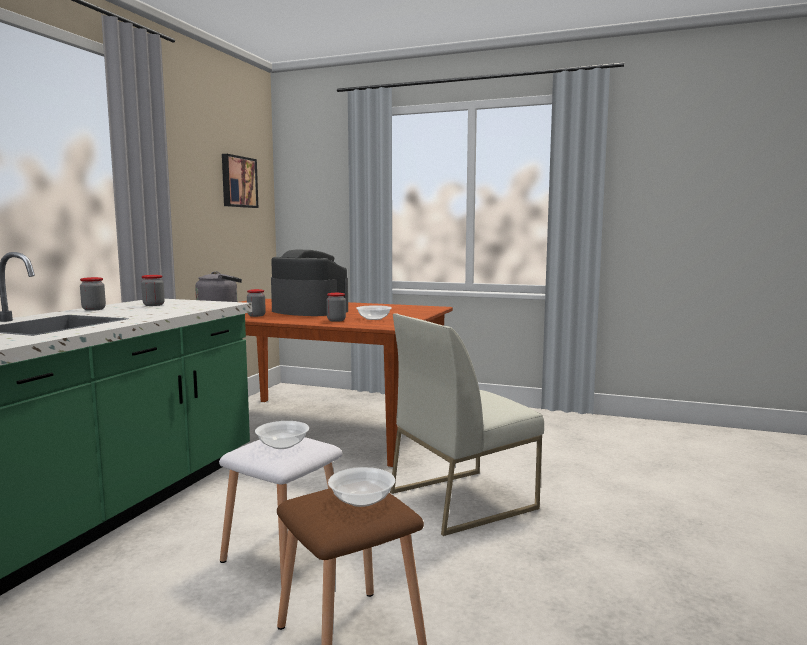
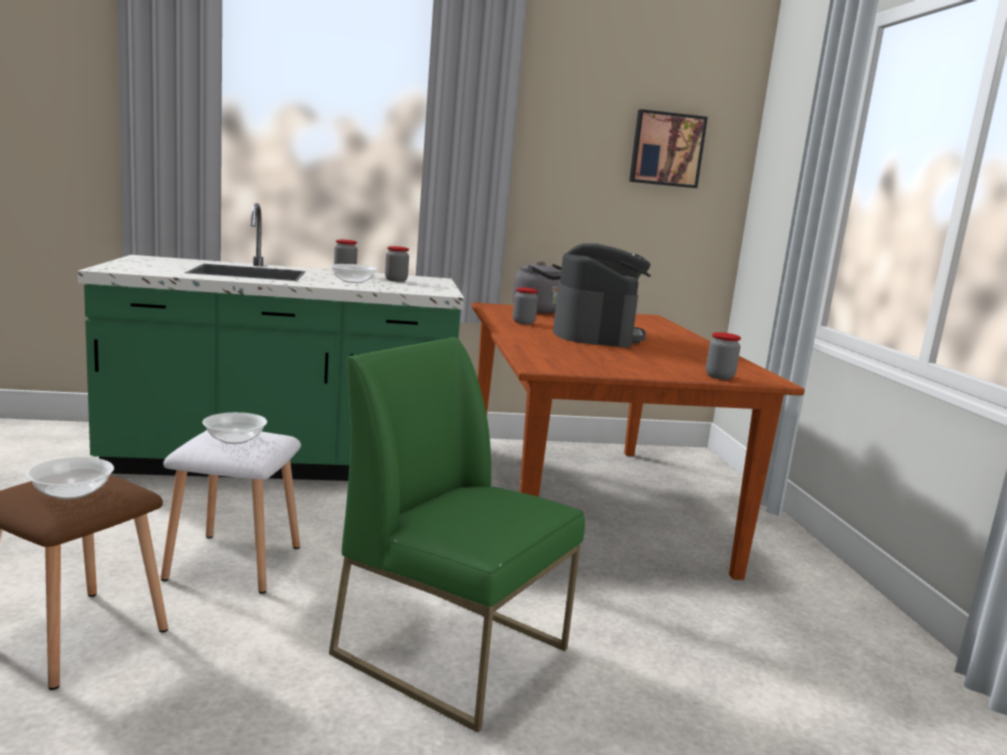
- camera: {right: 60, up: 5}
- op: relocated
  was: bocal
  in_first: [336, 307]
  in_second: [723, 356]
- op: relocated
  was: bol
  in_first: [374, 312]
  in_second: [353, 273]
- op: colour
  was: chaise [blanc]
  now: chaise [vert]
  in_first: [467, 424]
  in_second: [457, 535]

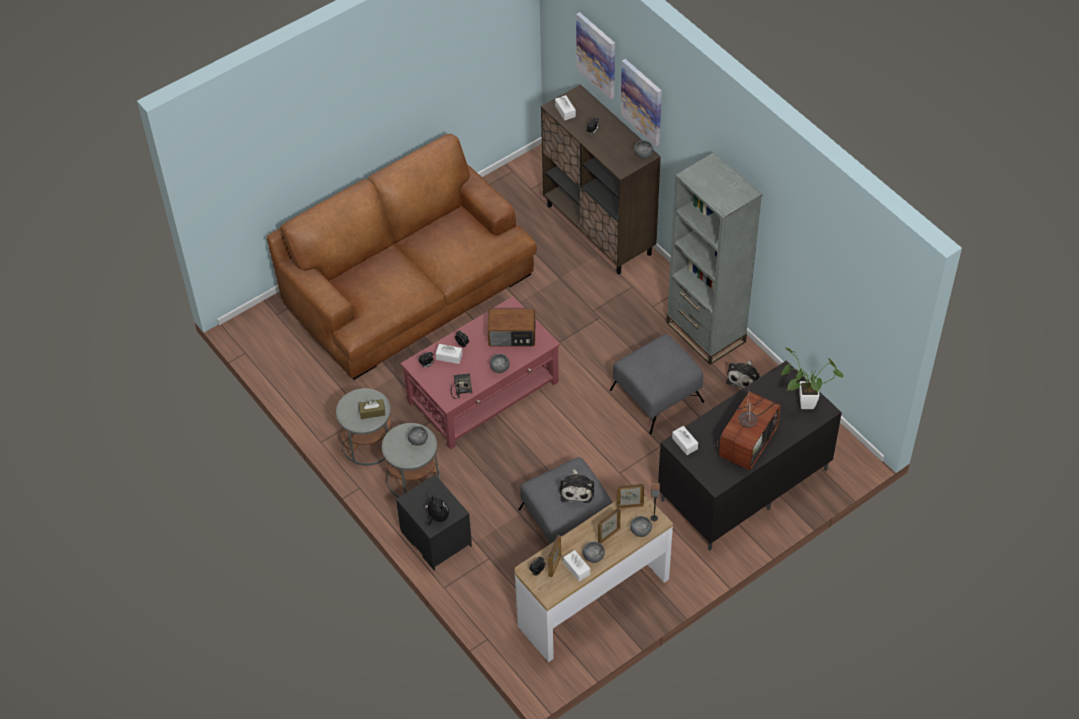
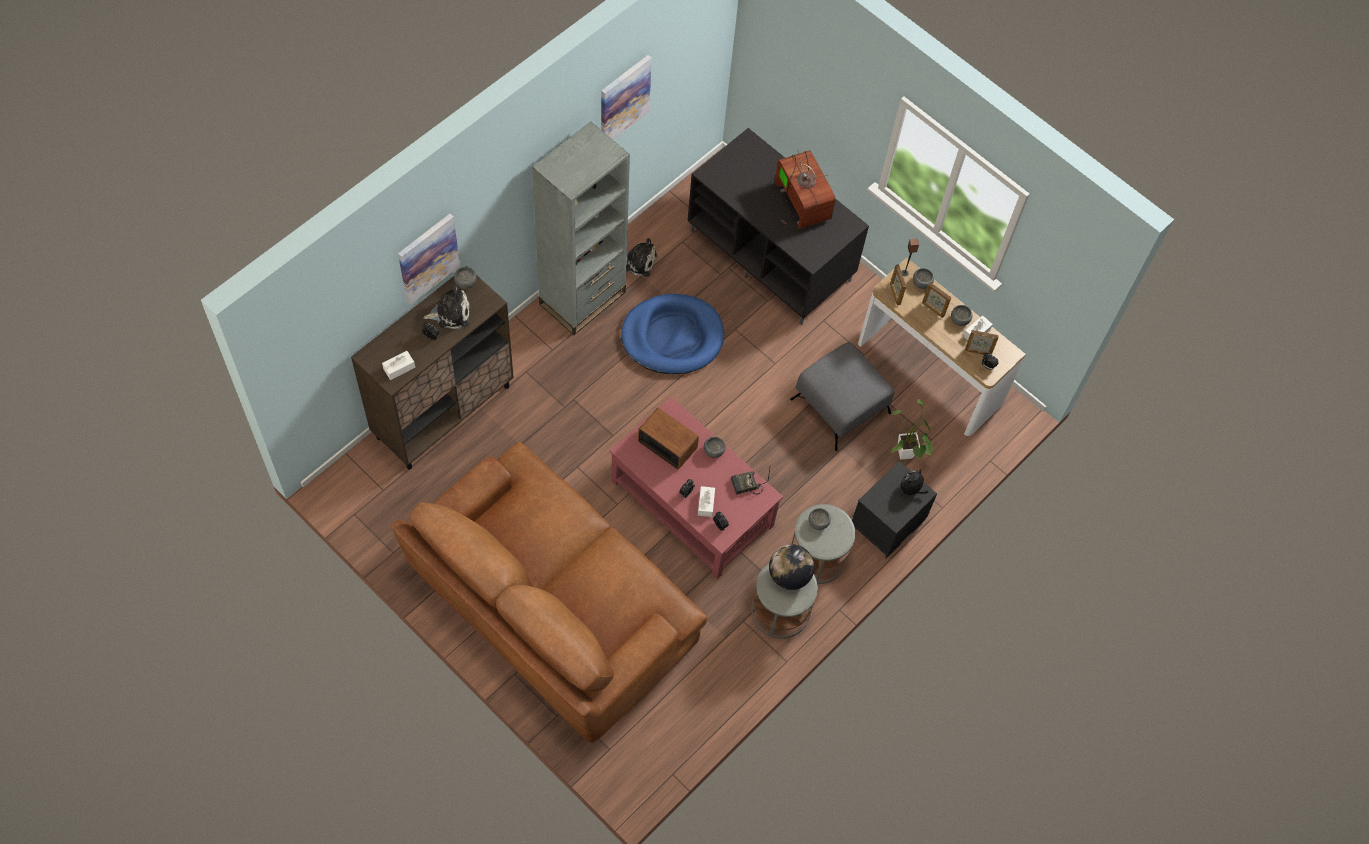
- camera: {right: -105, up: 10}
- op: missing
  was: boîte à mouchoirs [blanc]
  in_first: [685, 440]
- op: relocated
  was: peluche
  in_first: [576, 486]
  in_second: [446, 306]
- op: relocated
  was: tableau
  in_first: [595, 55]
  in_second: [626, 97]
- op: relocated
  was: plante en pot
  in_first: [812, 378]
  in_second: [912, 429]
- op: exchanged
  was: boîte à mouchoirs [marron]
  now: globe
  in_first: [372, 409]
  in_second: [791, 567]
- op: exchanged
  was: pouf [gris]
  now: panier pour chien [bleu]
  in_first: [657, 384]
  in_second: [673, 334]
- op: spun
  was: radio
  in_first: [511, 328]
  in_second: [668, 439]
  clockwise: -45
- op: spun
  was: téléviseur
  in_first: [749, 426]
  in_second: [803, 189]
  clockwise: 45

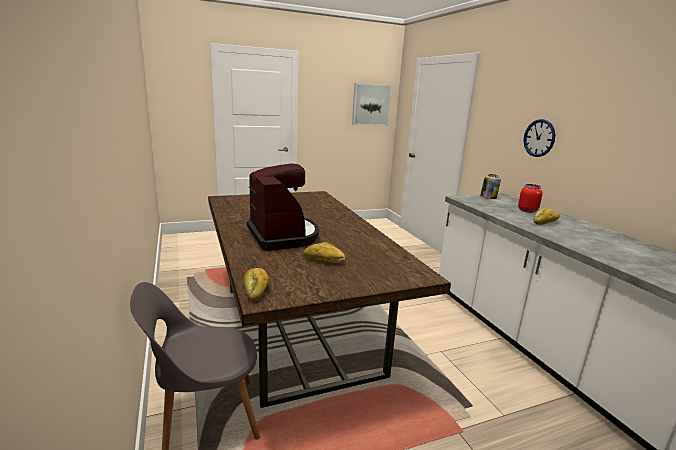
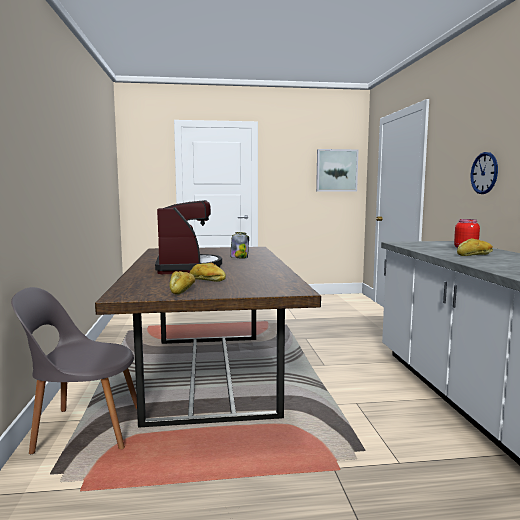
- camera: {right: 15, up: -10}
- op: relocated
  was: pain
  in_first: [256, 284]
  in_second: [182, 283]
- op: relocated
  was: bocal
  in_first: [490, 186]
  in_second: [239, 245]

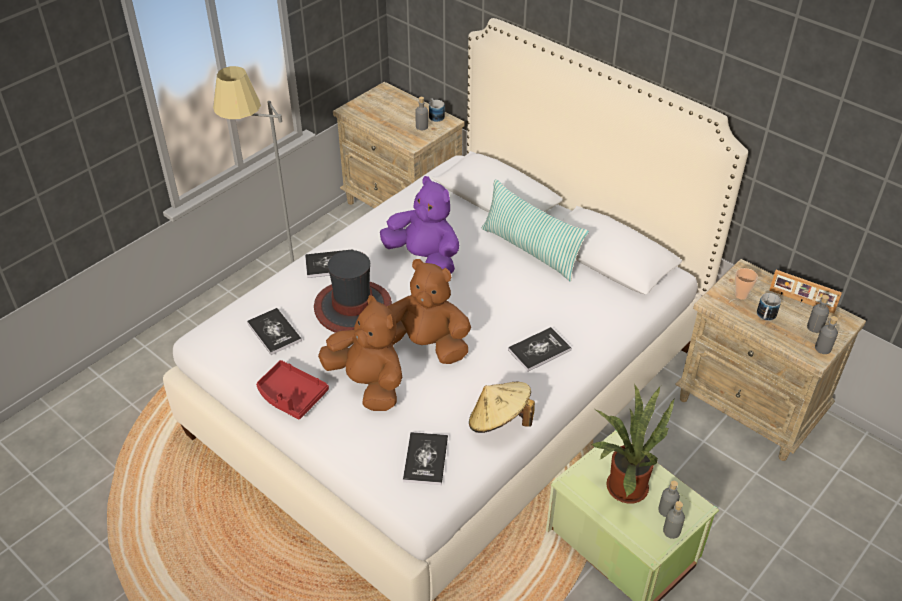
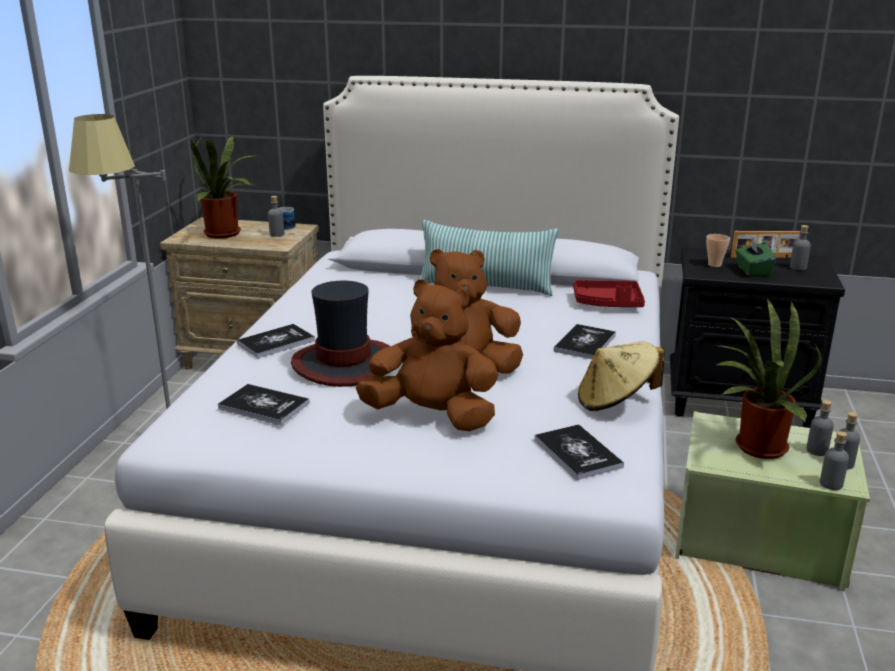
- camera: {right: -30, up: -20}
- op: missing
  was: peluche [violet]
  in_first: [419, 224]
- op: appeared
  now: plante en pot
  in_second: [221, 186]
- op: relocated
  was: plateau [rouge]
  in_first: [292, 389]
  in_second: [609, 293]
- op: relocated
  was: bouteille [gris]
  in_first: [826, 335]
  in_second: [834, 460]
- op: exchanged
  was: mug
  now: boîte à mouchoirs [vert]
  in_first: [769, 307]
  in_second: [755, 258]
- op: colour
  was: table de chevet [beige]
  now: table de chevet [noir]
  in_first: [770, 360]
  in_second: [757, 337]

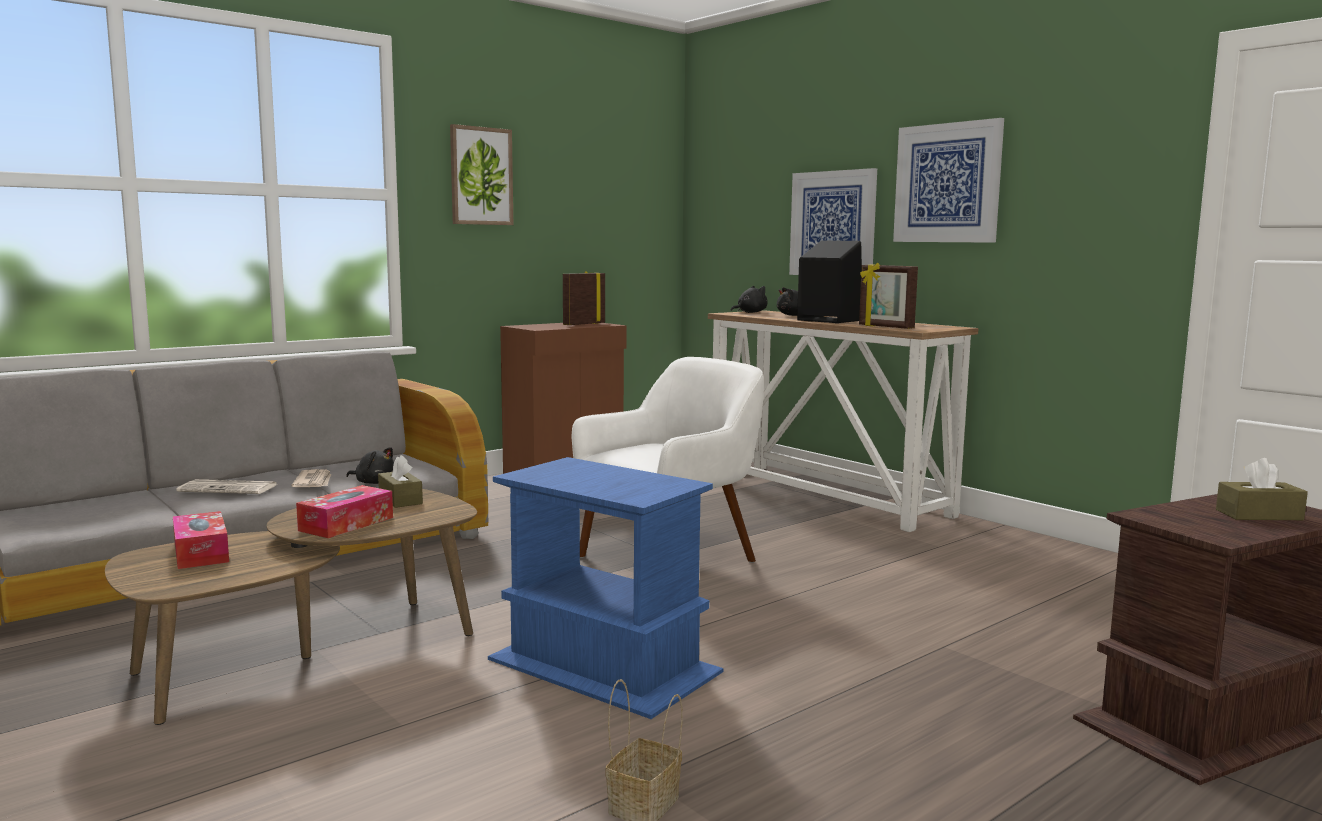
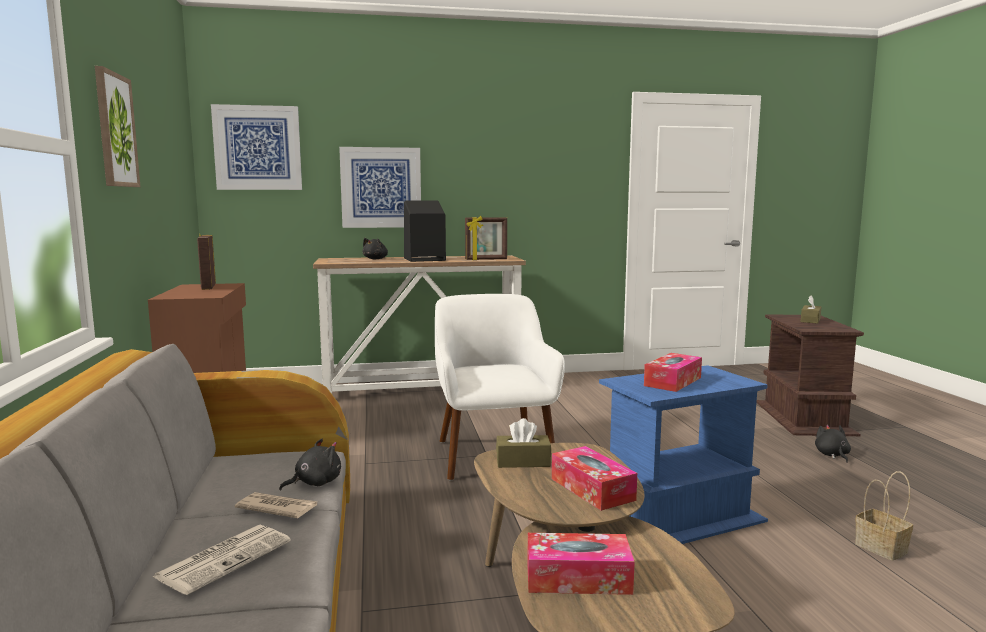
- camera: {right: -60, up: 0}
- op: appeared
  now: boîte à mouchoirs
  in_second: [673, 372]
- op: relocated
  was: peluche [noir]
  in_first: [749, 299]
  in_second: [833, 444]
- op: relocated
  was: tableau
  in_first: [948, 180]
  in_second: [256, 147]

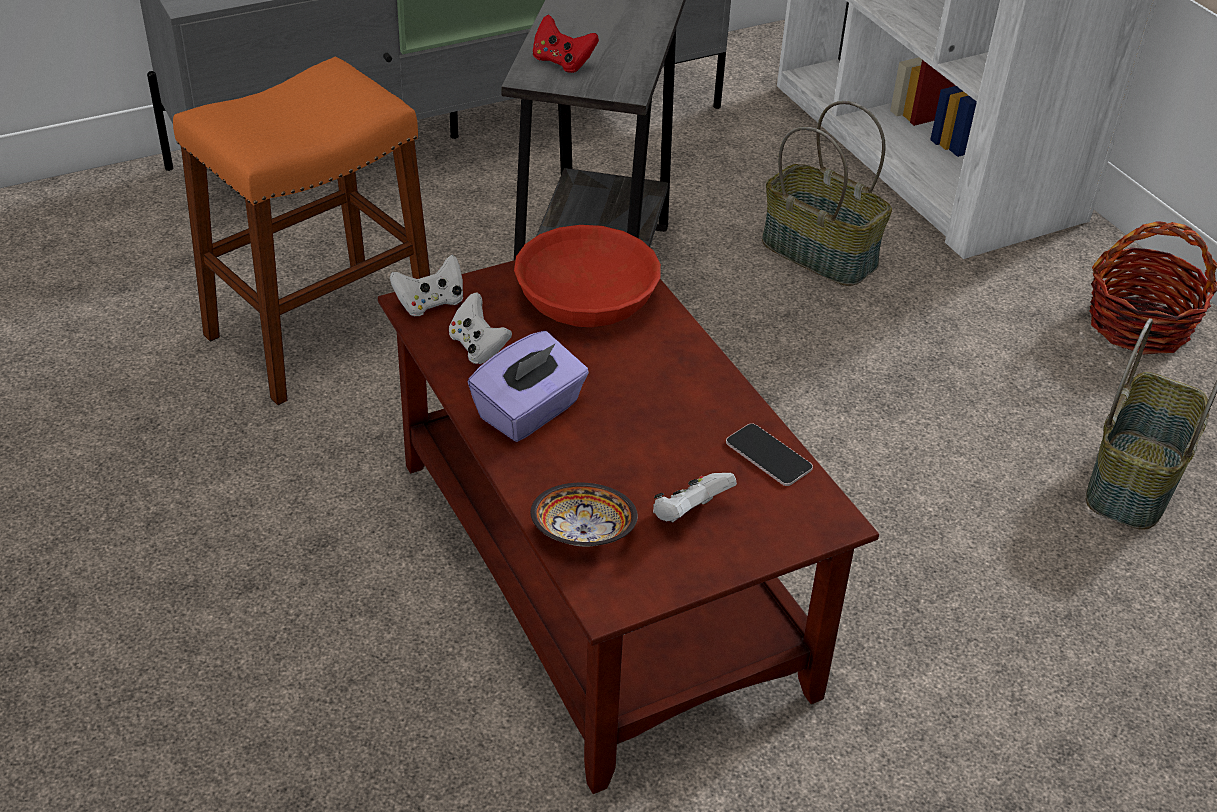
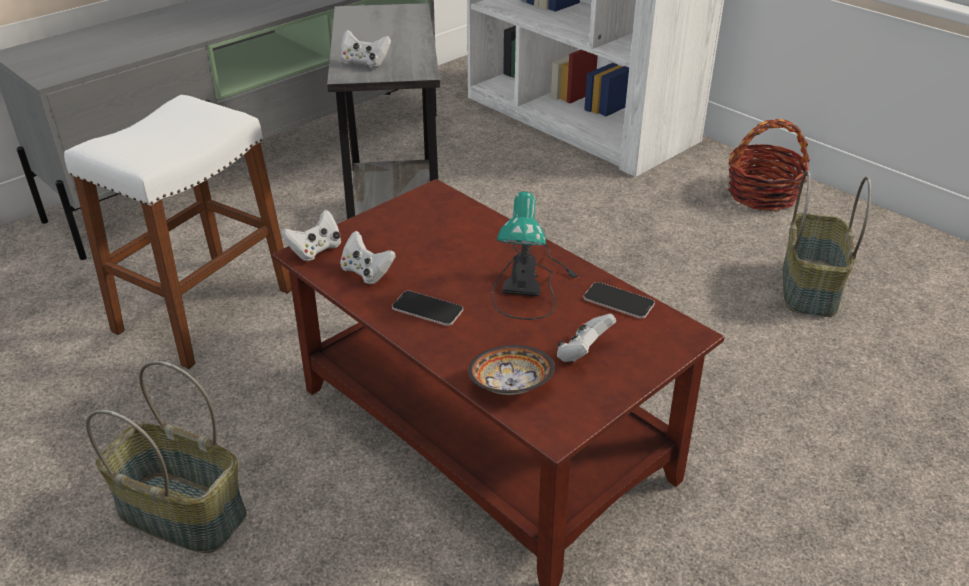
- camera: {right: -15, up: -5}
- op: missing
  was: bol [rouge]
  in_first: [587, 276]
- op: appeared
  now: lampe de table
  in_second: [535, 256]
- op: relocated
  was: panier
  in_first: [827, 193]
  in_second: [166, 457]
- op: exchanged
  was: boîte à mouchoirs [violet]
  now: téléphone
  in_first: [528, 386]
  in_second: [427, 308]
- op: colour
  was: tabouret [orange]
  now: tabouret [blanc]
  in_first: [301, 231]
  in_second: [178, 232]
- op: colour
  was: manette [rouge]
  now: manette [blanc]
  in_first: [566, 43]
  in_second: [366, 49]

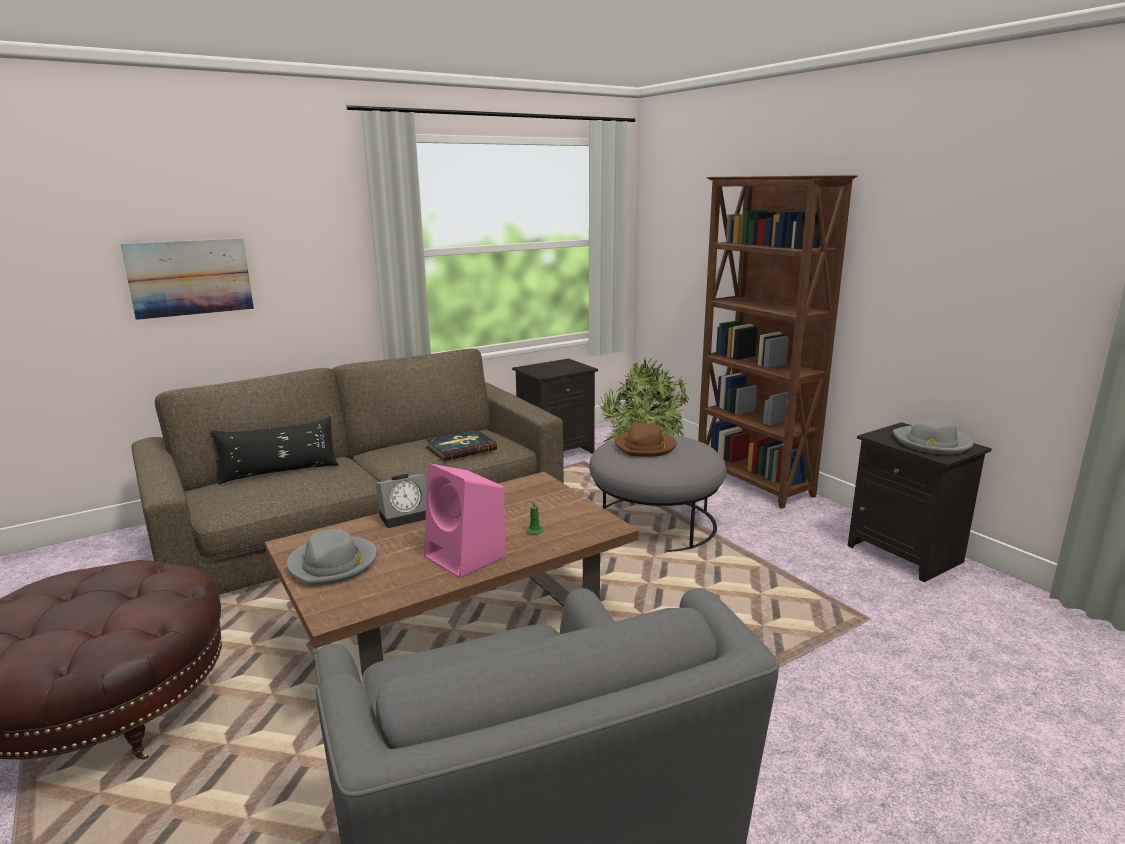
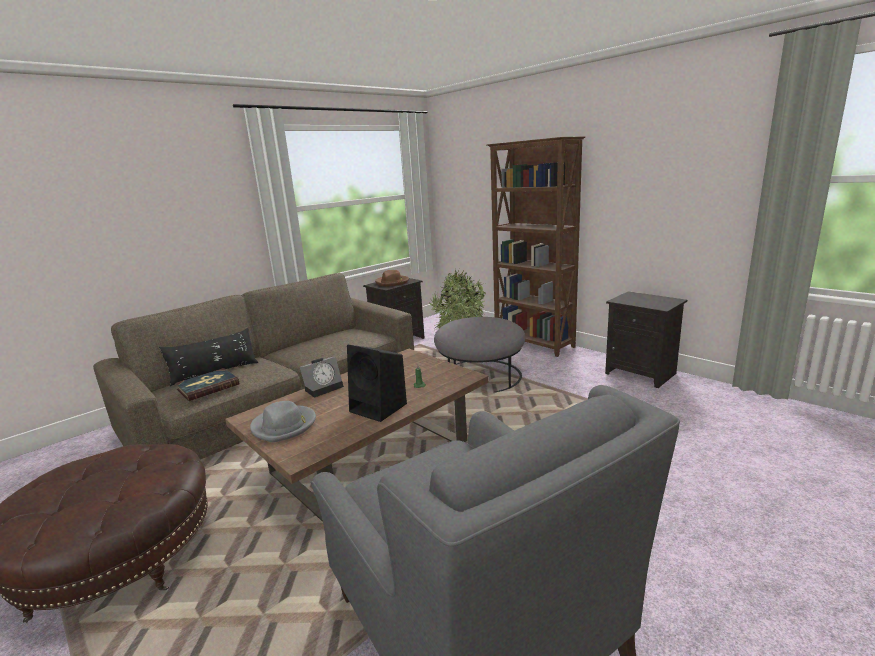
- camera: {right: -10, up: 0}
- op: missing
  was: tableau
  in_first: [187, 279]
- op: missing
  was: chapeau [gris]
  in_first: [933, 436]
- op: relocated
  was: livre
  in_first: [461, 445]
  in_second: [207, 384]
- op: relocated
  was: chapeau [marron]
  in_first: [646, 440]
  in_second: [392, 278]
- op: colour
  was: enceinte [rose]
  now: enceinte [noir]
  in_first: [465, 520]
  in_second: [377, 383]

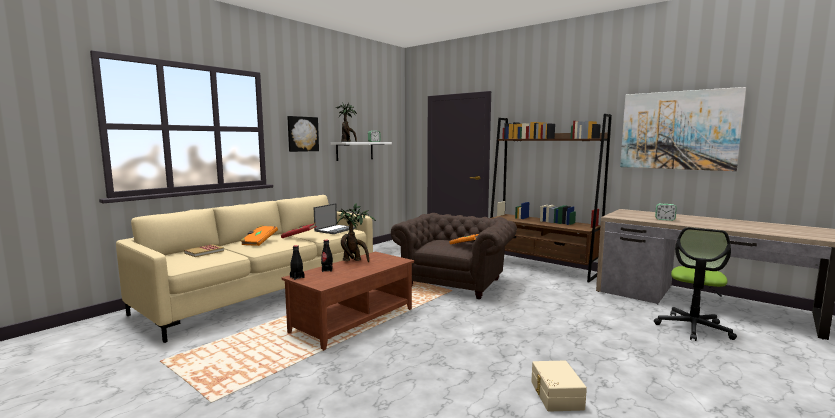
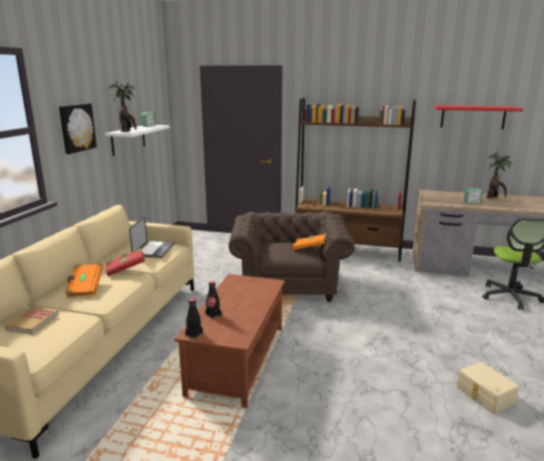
- camera: {right: -25, up: 10}
- op: relocated
  was: plante en pot
  in_first: [356, 233]
  in_second: [499, 175]
- op: exchanged
  was: tableau
  now: étagère [rouge]
  in_first: [683, 129]
  in_second: [478, 117]

